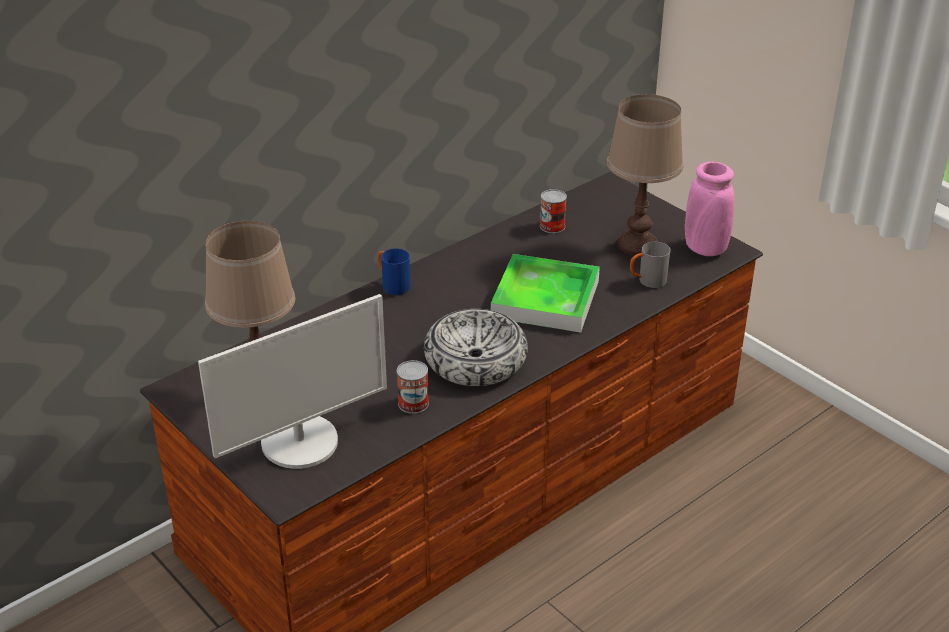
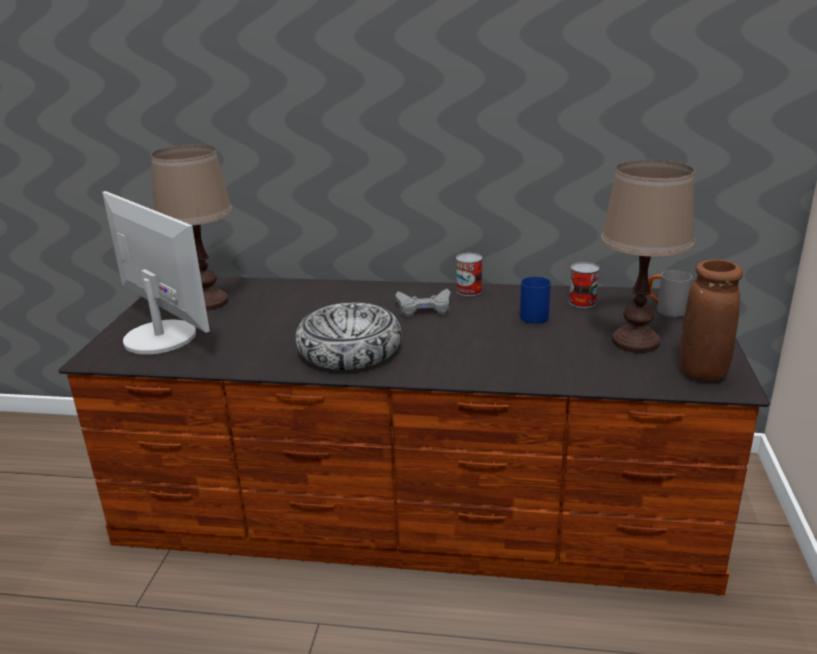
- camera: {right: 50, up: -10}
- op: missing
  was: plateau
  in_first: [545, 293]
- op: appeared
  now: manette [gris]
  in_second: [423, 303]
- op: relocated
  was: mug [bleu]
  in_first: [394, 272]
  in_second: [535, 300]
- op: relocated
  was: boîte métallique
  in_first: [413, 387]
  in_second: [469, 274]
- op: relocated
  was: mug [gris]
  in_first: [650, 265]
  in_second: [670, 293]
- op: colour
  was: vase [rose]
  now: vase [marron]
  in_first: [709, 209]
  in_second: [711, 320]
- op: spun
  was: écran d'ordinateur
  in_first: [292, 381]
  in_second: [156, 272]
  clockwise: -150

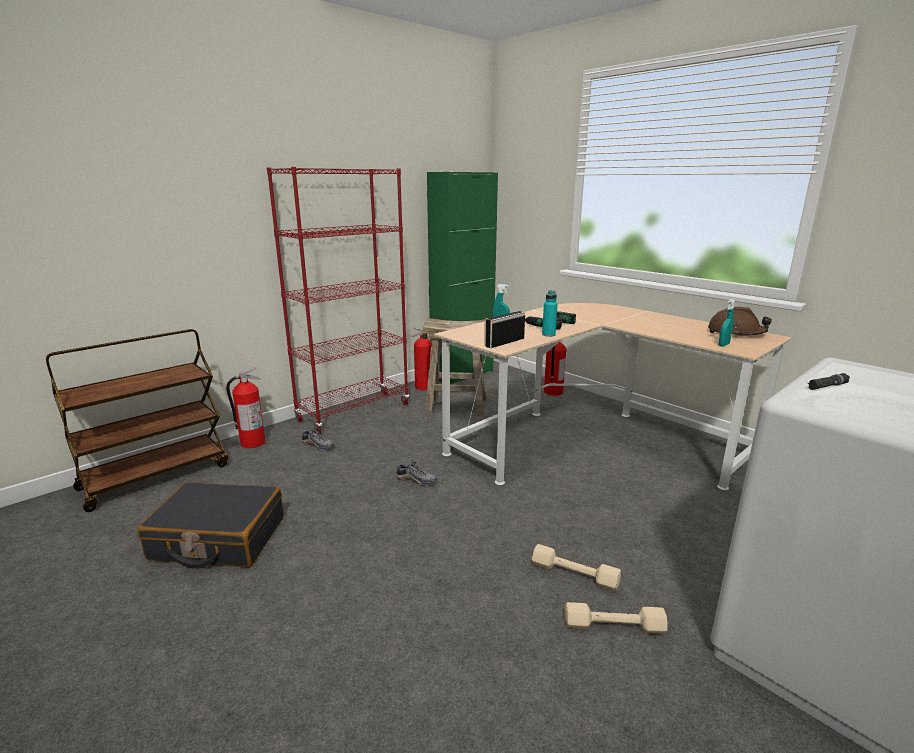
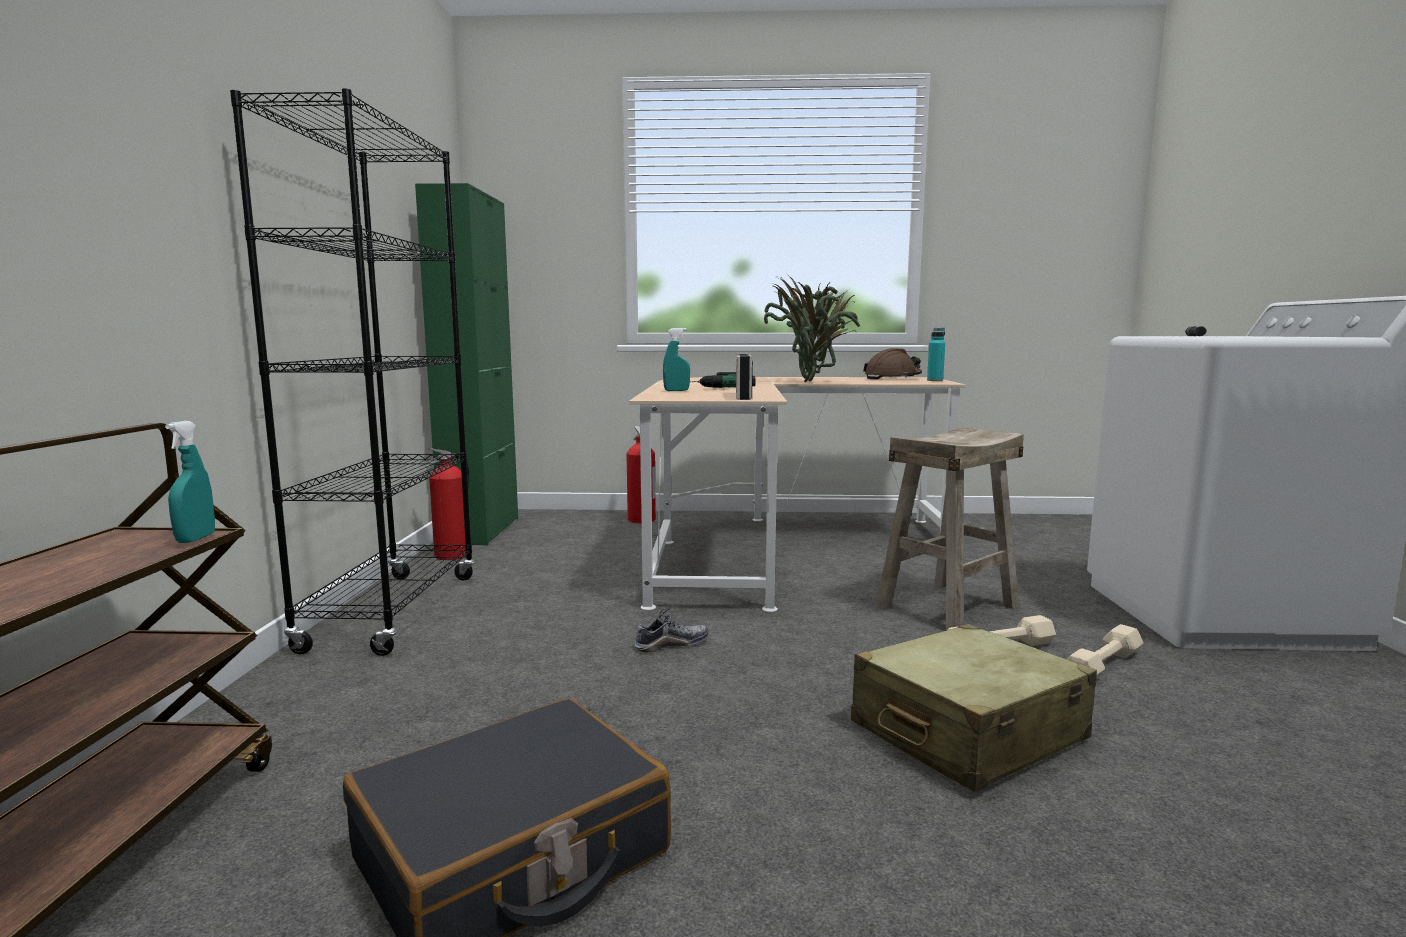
- camera: {right: -45, up: -10}
- op: missing
  was: extincteur
  in_first: [245, 407]
- op: missing
  was: chaussure
  in_first: [318, 439]
- op: appeared
  now: plante en pot
  in_second: [812, 328]
- op: appeared
  now: valise [beige]
  in_second: [974, 708]
- op: relocated
  was: tabouret [beige]
  in_first: [454, 367]
  in_second: [949, 528]
- op: relocated
  was: bouteille [turquoise]
  in_first: [550, 313]
  in_second: [936, 354]
- op: relocated
  was: vaporisateur [turquoise]
  in_first: [726, 323]
  in_second: [190, 482]
- op: colour
  was: bibliothèque [rouge]
  now: bibliothèque [noir]
  in_first: [338, 300]
  in_second: [352, 372]

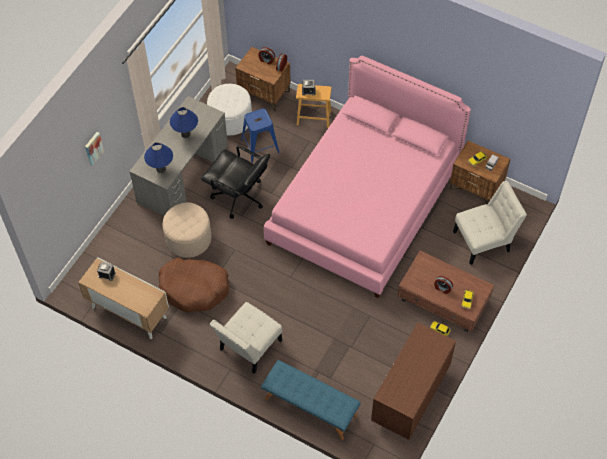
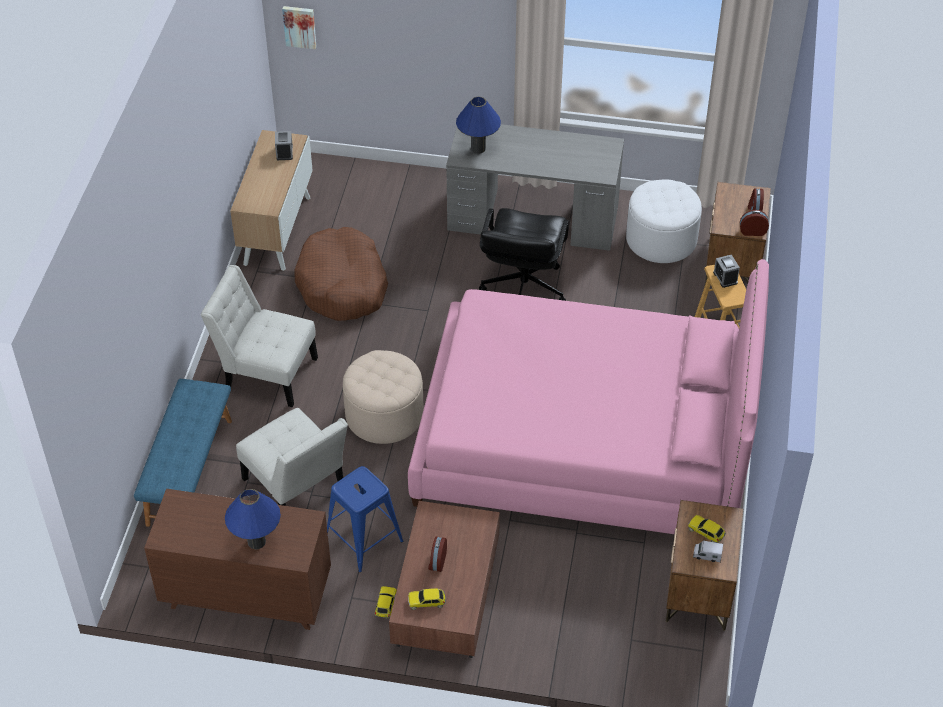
- camera: {right: 70, up: -10}
- op: relocated
  was: tableau
  in_first: [94, 149]
  in_second: [299, 27]
- op: relocated
  was: pouf [beige]
  in_first: [187, 230]
  in_second: [383, 397]
- op: relocated
  was: lampe de table [bleu]
  in_first: [184, 122]
  in_second: [253, 519]
- op: relocated
  was: tabouret [bleu]
  in_first: [260, 135]
  in_second: [365, 519]
- op: relocated
  was: chaise [blanc]
  in_first: [490, 223]
  in_second: [292, 457]

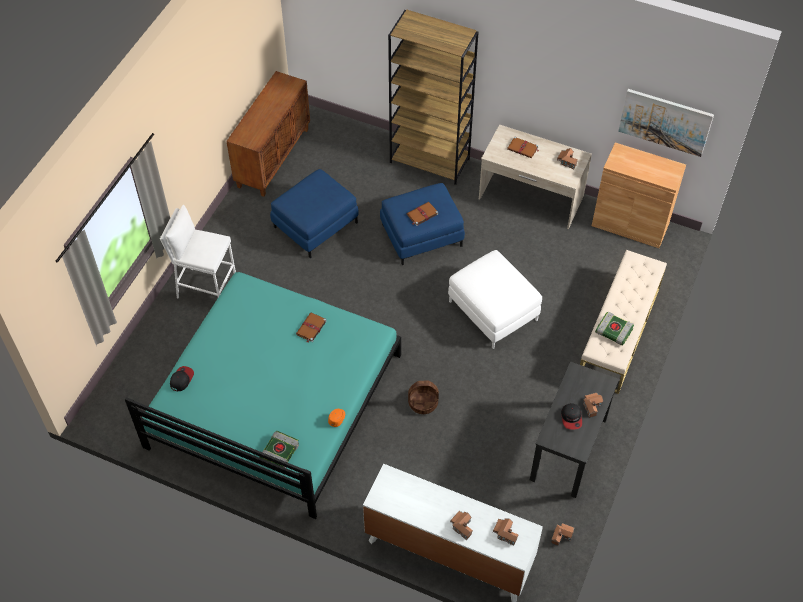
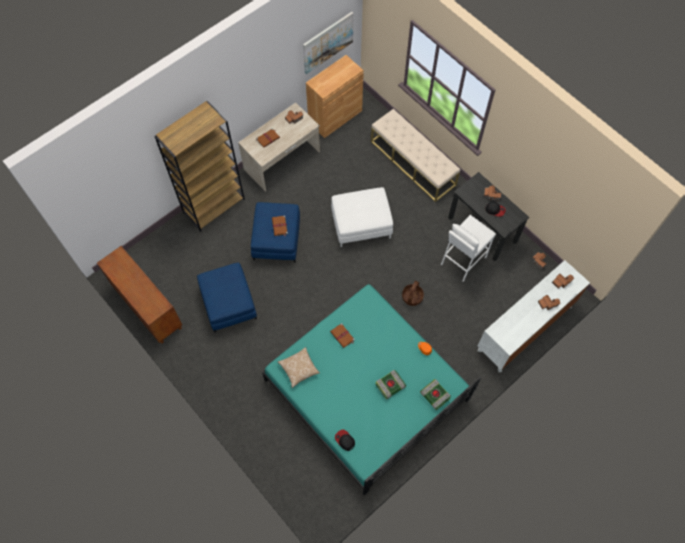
- camera: {right: -65, up: 10}
- op: appeared
  now: coussin
  in_second: [299, 367]
- op: relocated
  was: tabouret [blanc]
  in_first: [198, 252]
  in_second: [468, 248]
- op: relocated
  was: livre
  in_first: [614, 328]
  in_second: [390, 384]

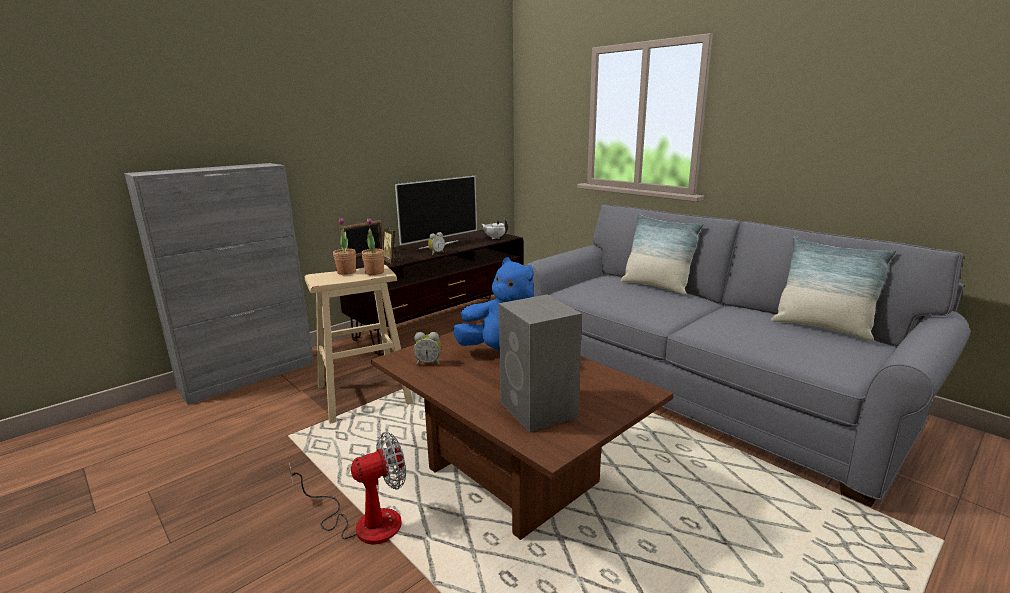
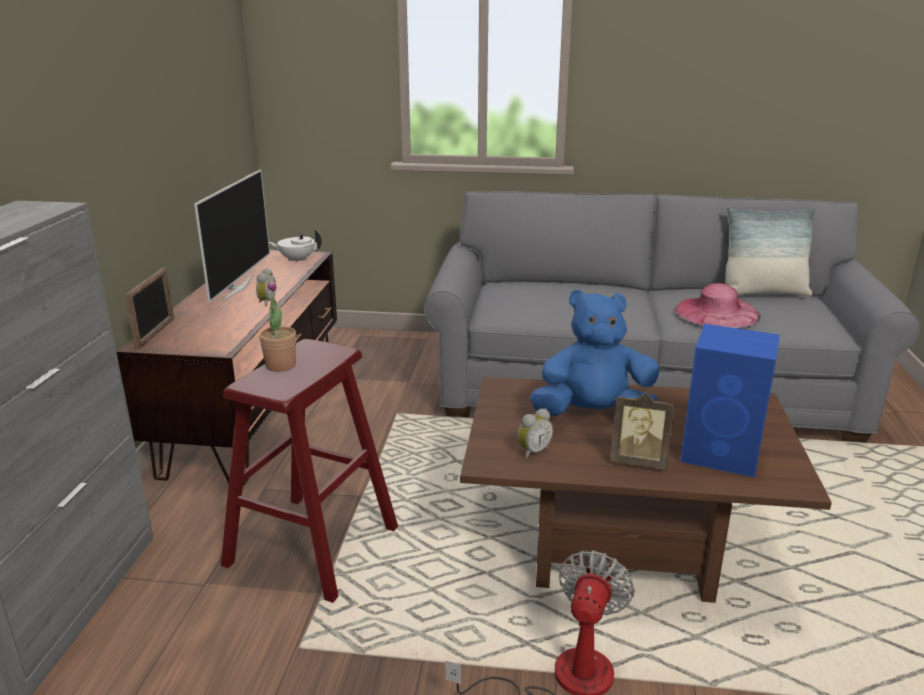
- camera: {right: -40, up: 5}
- op: missing
  was: plante en pot
  in_first: [372, 246]
- op: missing
  was: coussin
  in_first: [662, 254]
- op: appeared
  now: chapeau [rose]
  in_second: [718, 305]
- op: relocated
  was: cadre photo
  in_first: [392, 245]
  in_second: [642, 431]
- op: colour
  was: tabouret [beige]
  now: tabouret [rouge]
  in_first: [359, 344]
  in_second: [309, 471]
- op: colour
  was: enceinte [gris]
  now: enceinte [bleu]
  in_first: [540, 363]
  in_second: [730, 401]

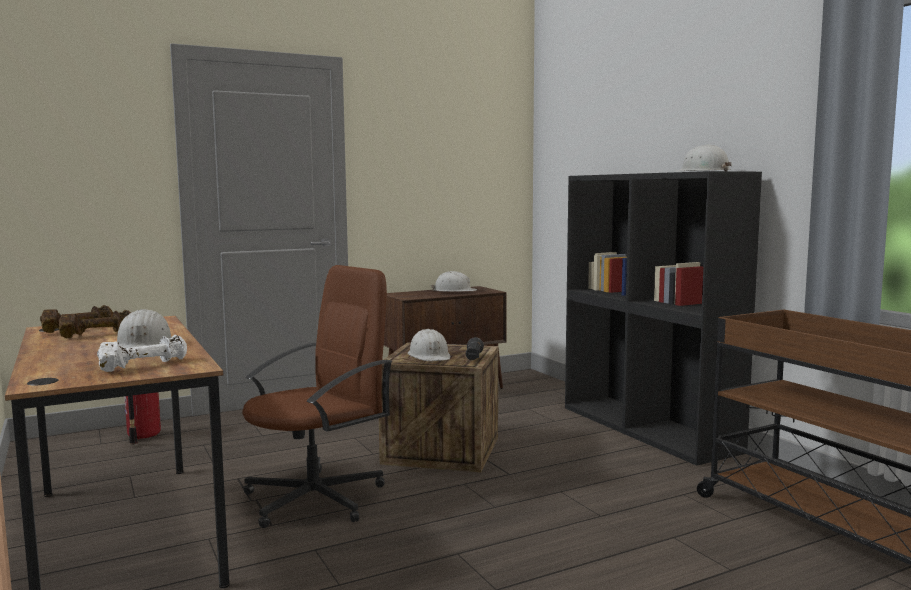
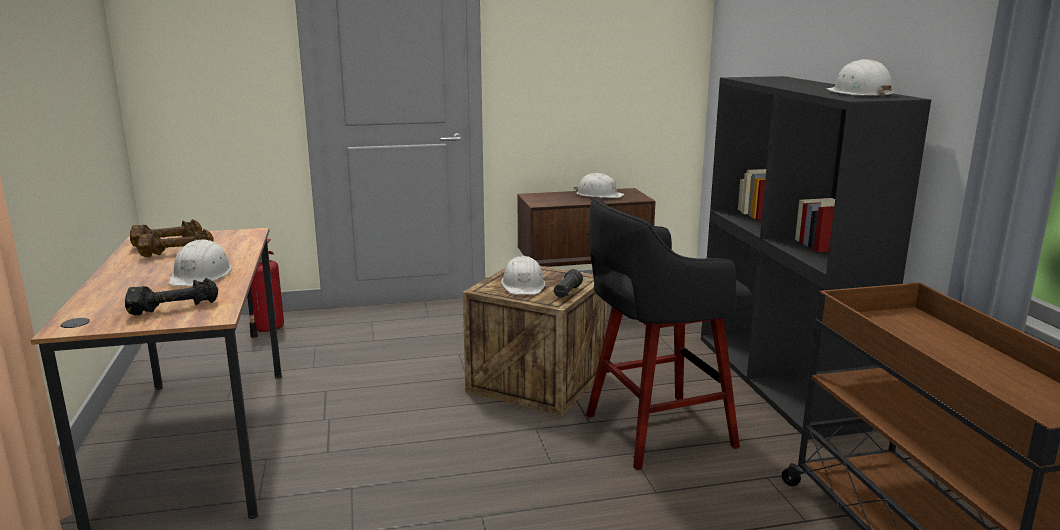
- camera: {right: 15, up: 10}
- op: missing
  was: chaise de bureau [marron]
  in_first: [317, 396]
- op: appeared
  now: tabouret [noir]
  in_second: [669, 333]
- op: colour
  was: haltère [blanc]
  now: haltère [noir]
  in_first: [142, 353]
  in_second: [172, 296]

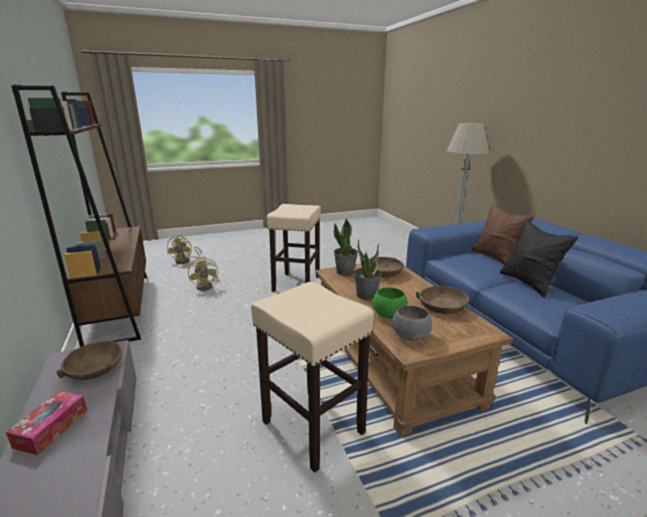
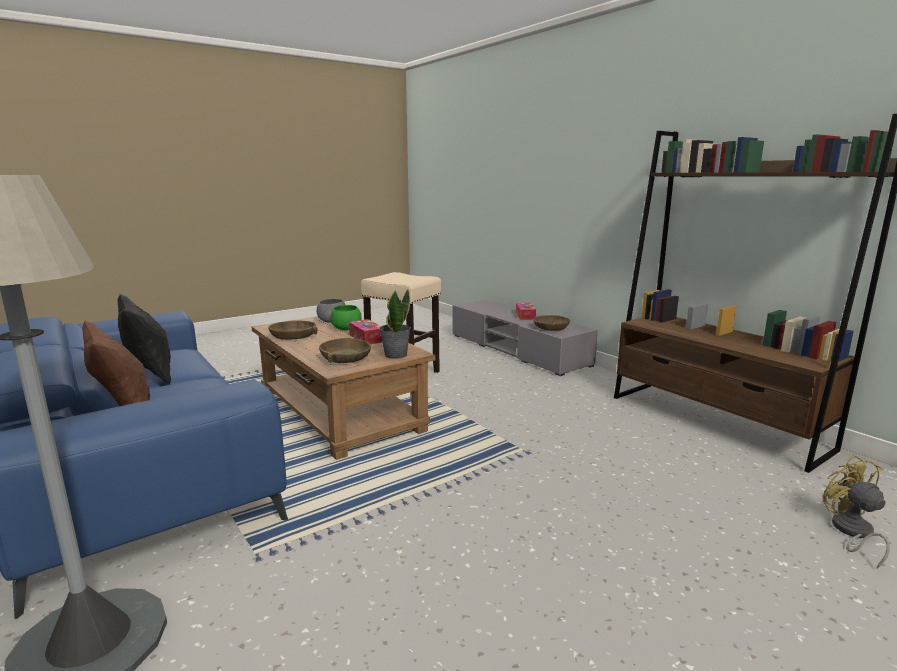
- camera: {right: 165, up: -5}
- op: missing
  was: ventilateur [jaune]
  in_first: [203, 274]
- op: missing
  was: tabouret [beige]
  in_first: [294, 248]
- op: exchanged
  was: plante en pot
  now: boîte à mouchoirs
  in_first: [368, 270]
  in_second: [365, 331]

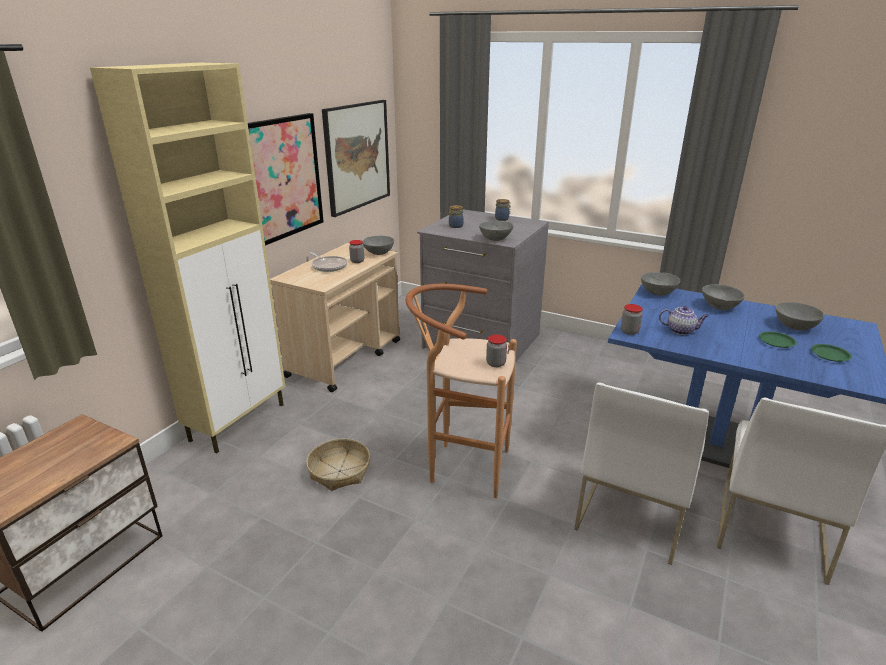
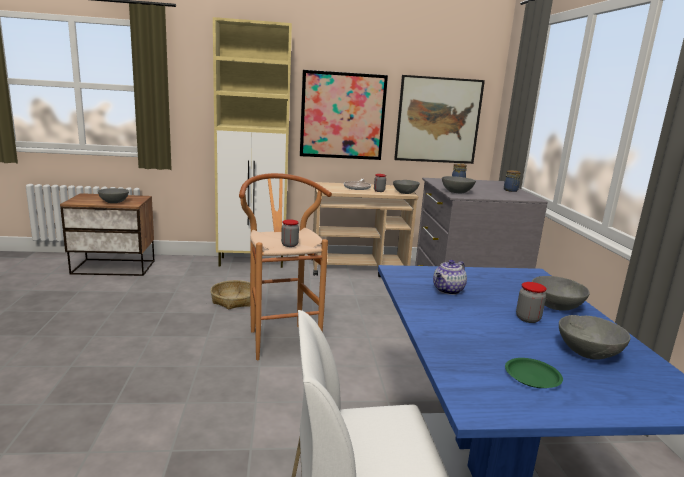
- camera: {right: 55, up: -10}
- op: missing
  was: chaise [blanc]
  in_first: [641, 474]
- op: missing
  was: assiette [vert]
  in_first: [778, 339]
- op: relocated
  was: bocal
  in_first: [632, 319]
  in_second: [531, 302]
- op: relocated
  was: bol [gris]
  in_first: [660, 284]
  in_second: [113, 195]
- op: spun
  was: théière
  in_first: [684, 320]
  in_second: [450, 277]
  clockwise: 60

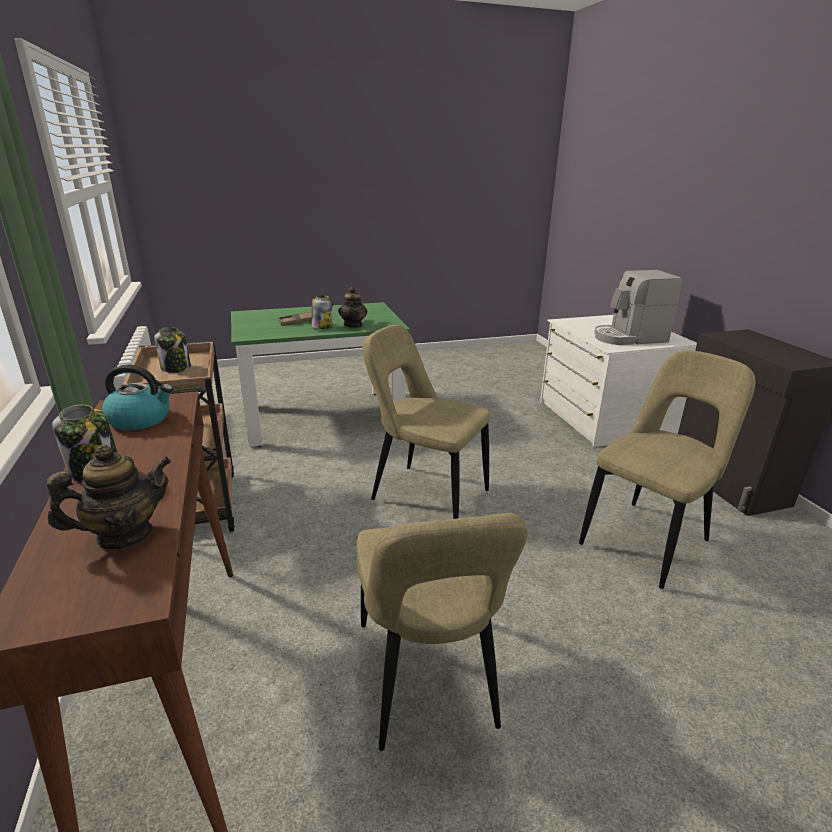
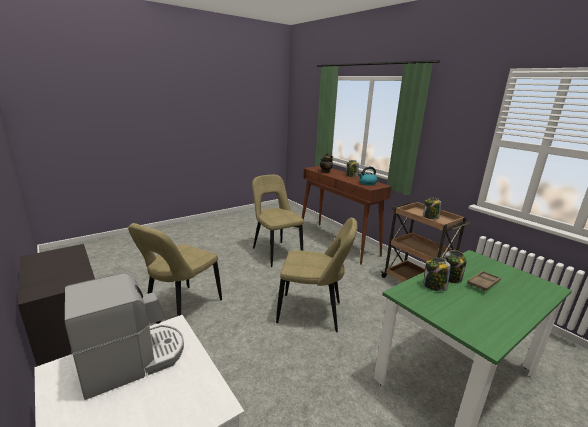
- camera: {right: 160, up: -5}
- op: exchanged
  was: théière
  now: bocal
  in_first: [352, 307]
  in_second: [436, 274]

